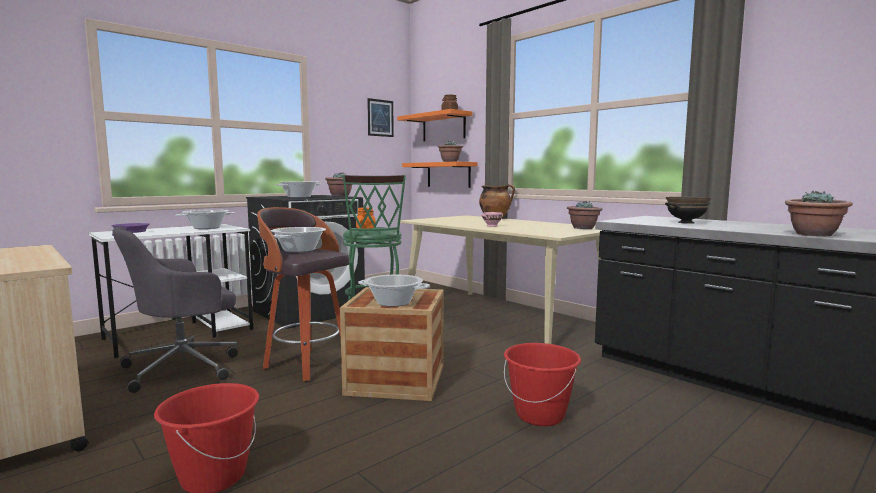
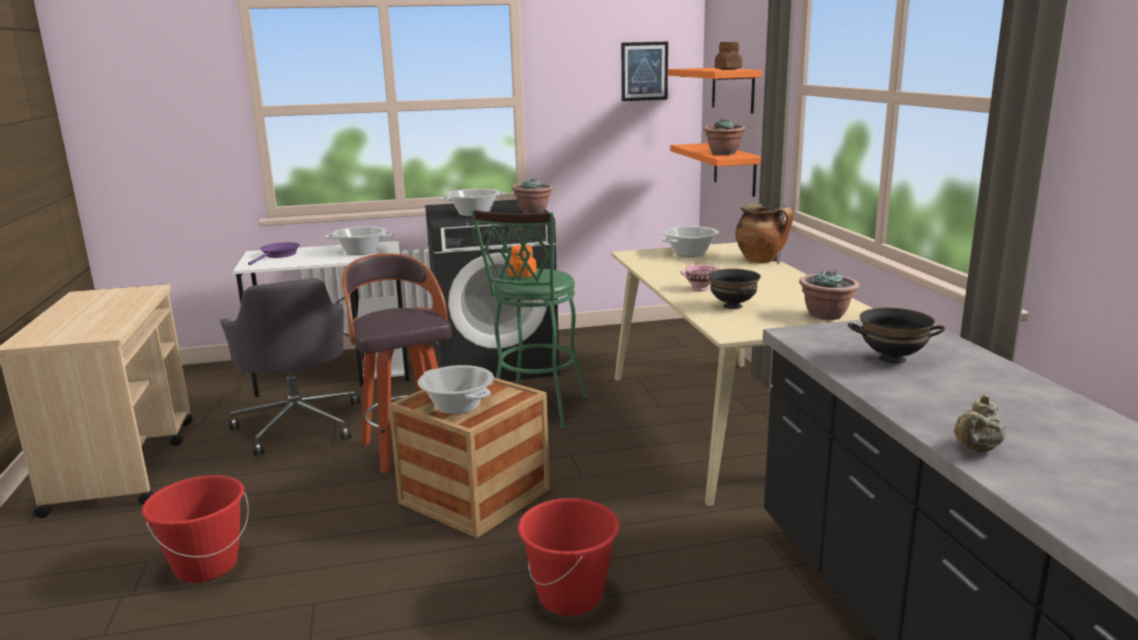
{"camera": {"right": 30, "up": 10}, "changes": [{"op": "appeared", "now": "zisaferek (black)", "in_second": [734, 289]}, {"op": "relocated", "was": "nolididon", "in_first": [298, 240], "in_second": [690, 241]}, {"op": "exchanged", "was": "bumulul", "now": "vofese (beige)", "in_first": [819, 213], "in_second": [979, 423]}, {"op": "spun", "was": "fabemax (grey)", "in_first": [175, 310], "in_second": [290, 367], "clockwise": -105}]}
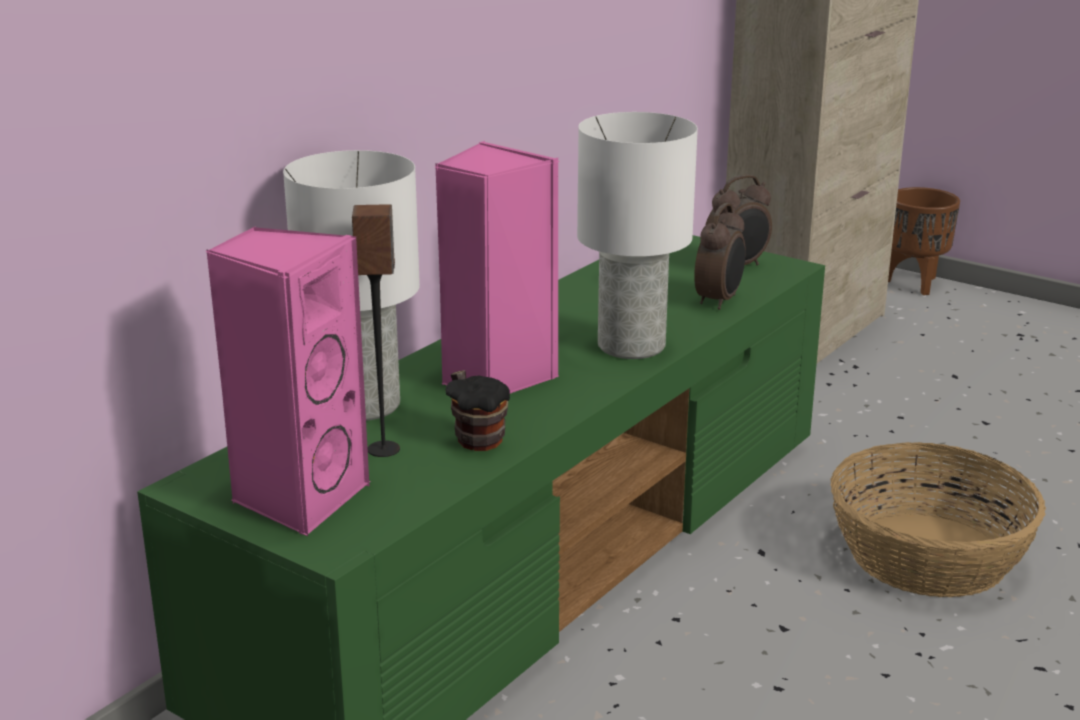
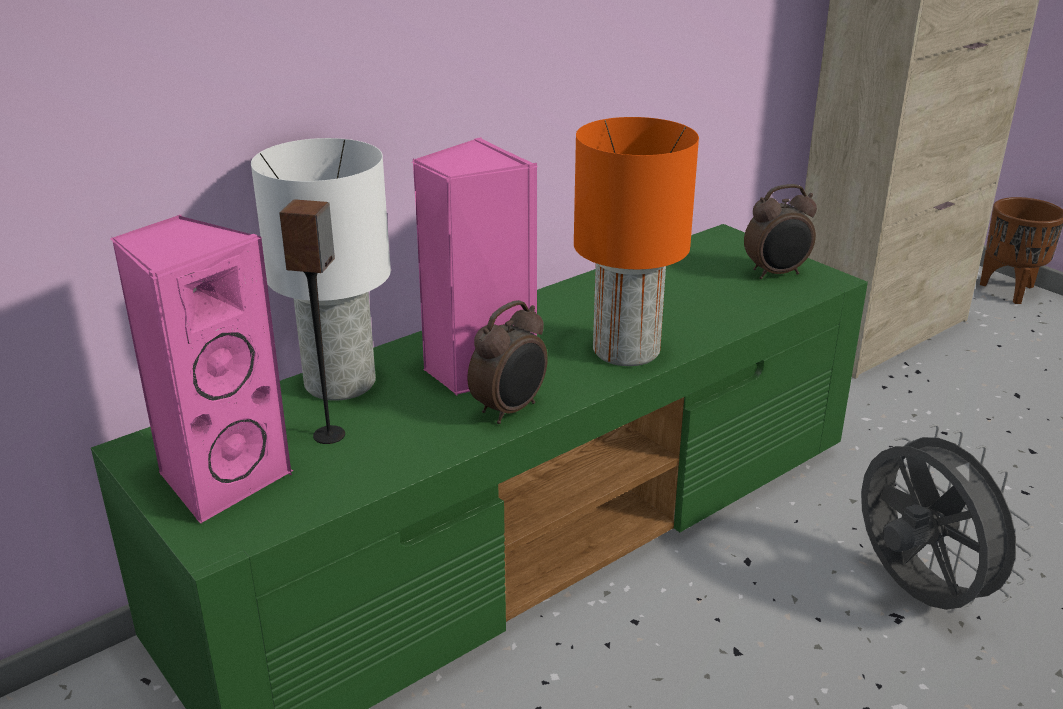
{"camera": {"right": 15, "up": 5}, "changes": [{"op": "missing", "was": "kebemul", "in_first": [477, 410]}, {"op": "relocated", "was": "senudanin", "in_first": [720, 256], "in_second": [507, 362]}, {"op": "exchanged", "was": "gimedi", "now": "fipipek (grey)", "in_first": [938, 519], "in_second": [946, 517]}, {"op": "colour", "was": "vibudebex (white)", "now": "vibudebex (orange)", "in_first": [637, 235], "in_second": [636, 241]}]}
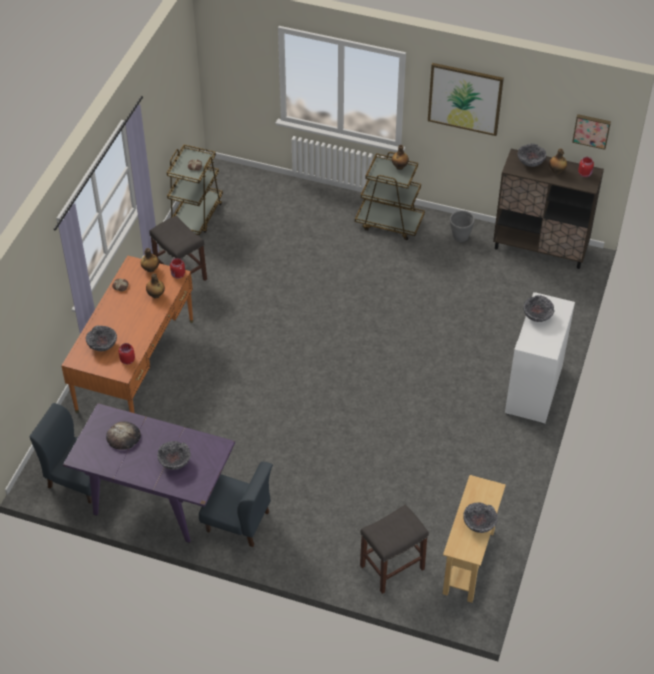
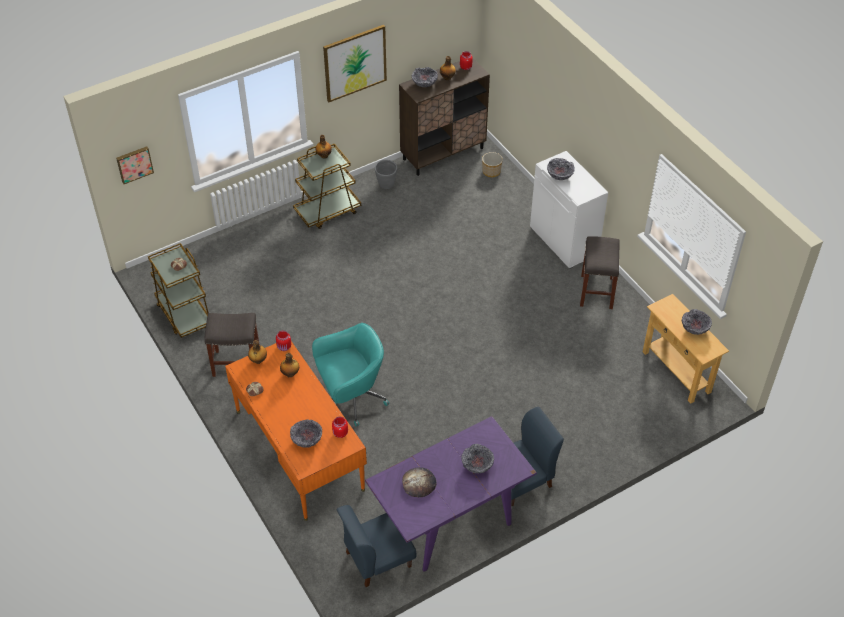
{"camera": {"right": -50, "up": 0}, "changes": [{"op": "appeared", "now": "fabemax (turquoise)", "in_second": [350, 374]}, {"op": "appeared", "now": "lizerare", "in_second": [492, 164]}, {"op": "relocated", "was": "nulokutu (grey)", "in_first": [394, 549], "in_second": [600, 273]}, {"op": "relocated", "was": "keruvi", "in_first": [591, 132], "in_second": [135, 165]}]}
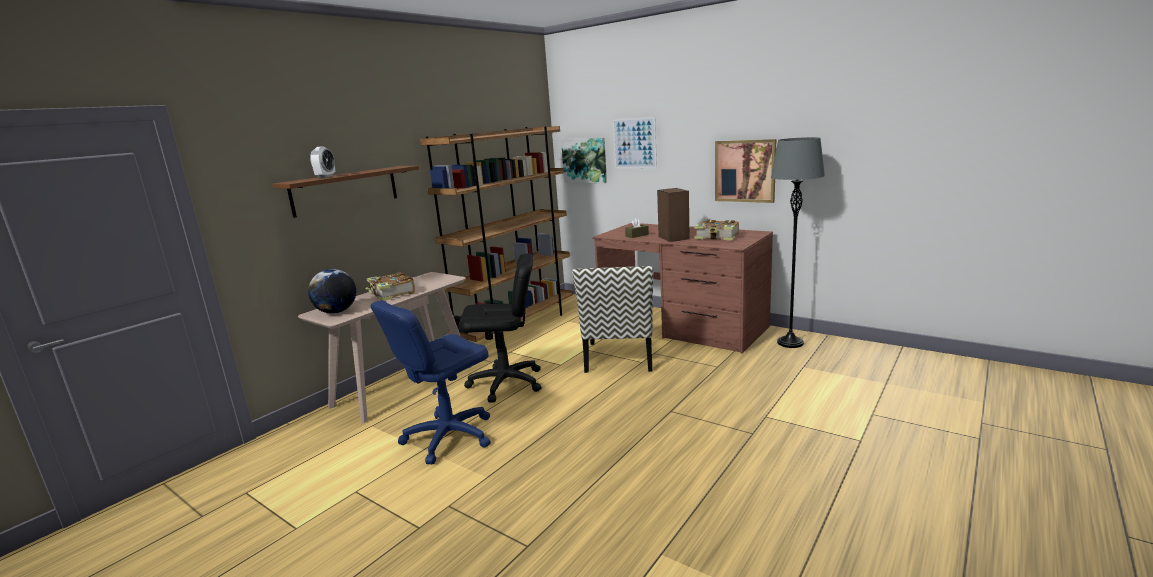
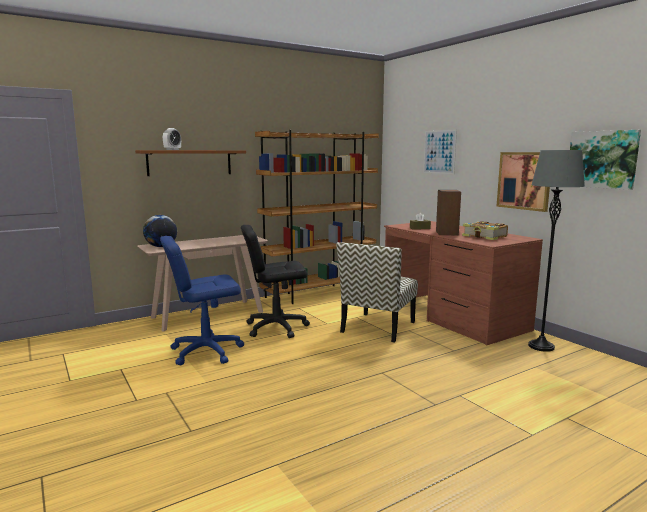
{"camera": {"right": 20, "up": -5}, "changes": [{"op": "missing", "was": "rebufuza", "in_first": [390, 286]}, {"op": "relocated", "was": "keruvi", "in_first": [584, 160], "in_second": [605, 160]}, {"op": "spun", "was": "fabemax (black)", "in_first": [500, 328], "in_second": [275, 281], "clockwise": 150}]}
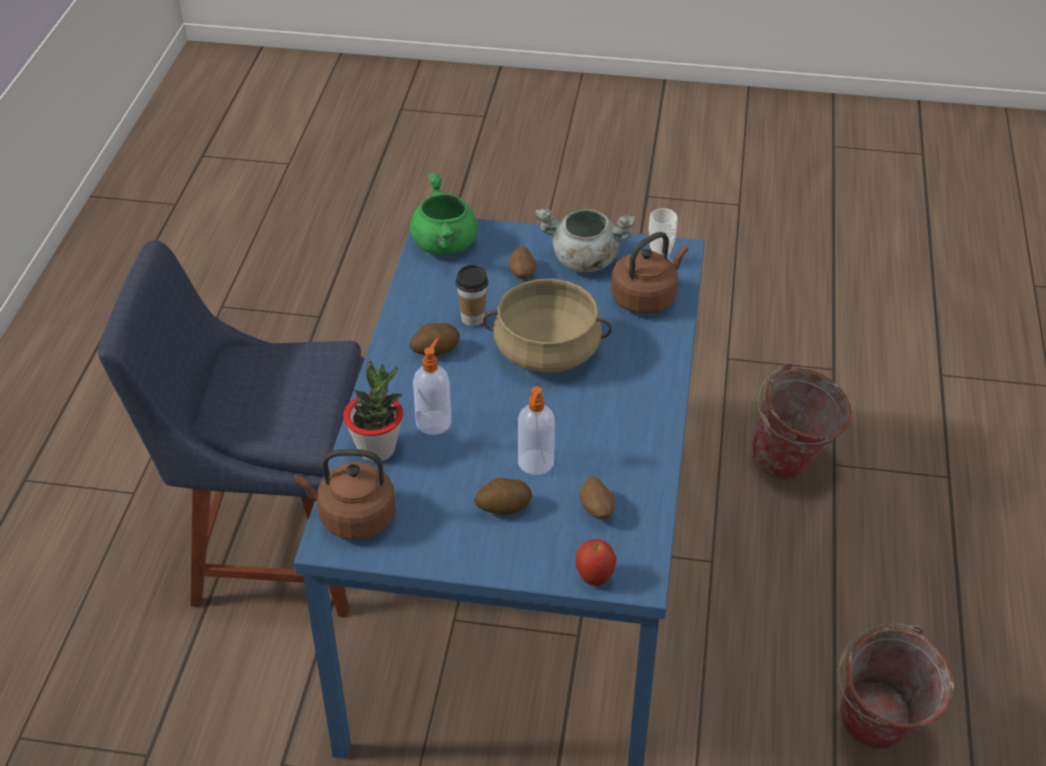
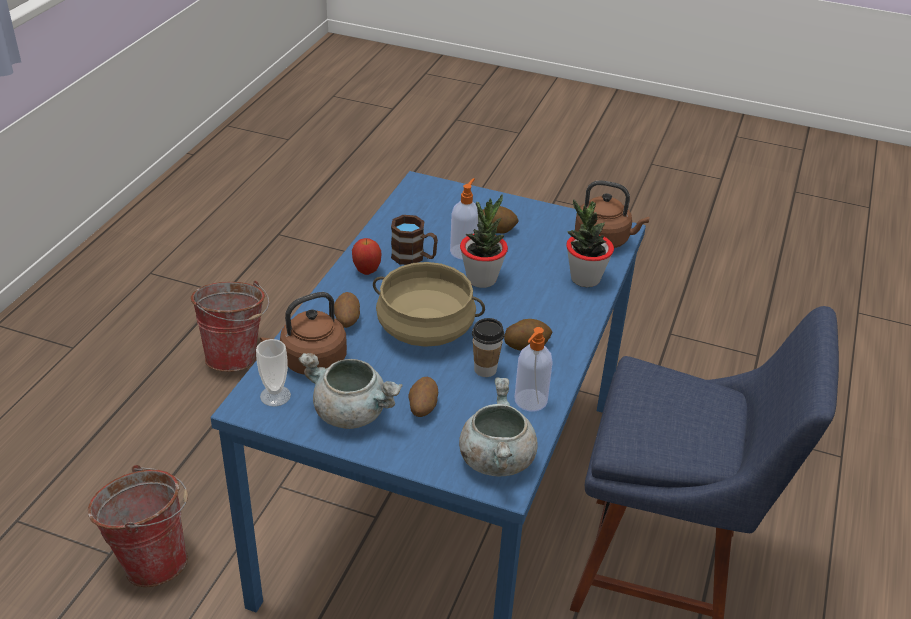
{"camera": {"right": -170, "up": -5}, "changes": [{"op": "appeared", "now": "kebemul (brown)", "in_second": [414, 240]}, {"op": "appeared", "now": "bumulul", "in_second": [484, 241]}, {"op": "relocated", "was": "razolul", "in_first": [432, 386], "in_second": [534, 369]}, {"op": "relocated", "was": "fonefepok", "in_first": [596, 562], "in_second": [366, 256]}, {"op": "relocated", "was": "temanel", "in_first": [597, 498], "in_second": [347, 310]}, {"op": "colour", "was": "nolididon (green)", "now": "nolididon (grey)", "in_first": [444, 214], "in_second": [498, 426]}]}
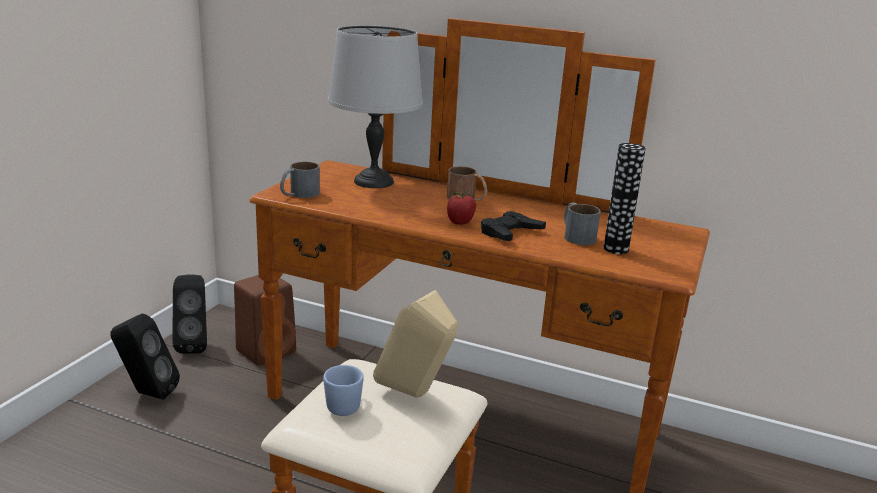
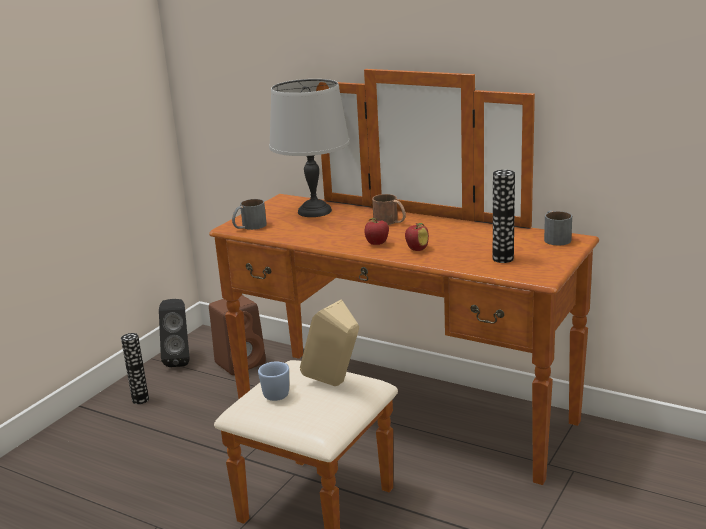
{"camera": {"right": 10, "up": 0}, "changes": [{"op": "relocated", "was": "kebemul (grey)", "in_first": [582, 223], "in_second": [558, 227]}, {"op": "exchanged", "was": "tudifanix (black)", "now": "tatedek", "in_first": [145, 356], "in_second": [135, 368]}, {"op": "exchanged", "was": "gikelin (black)", "now": "fonefepok", "in_first": [513, 226], "in_second": [417, 237]}]}
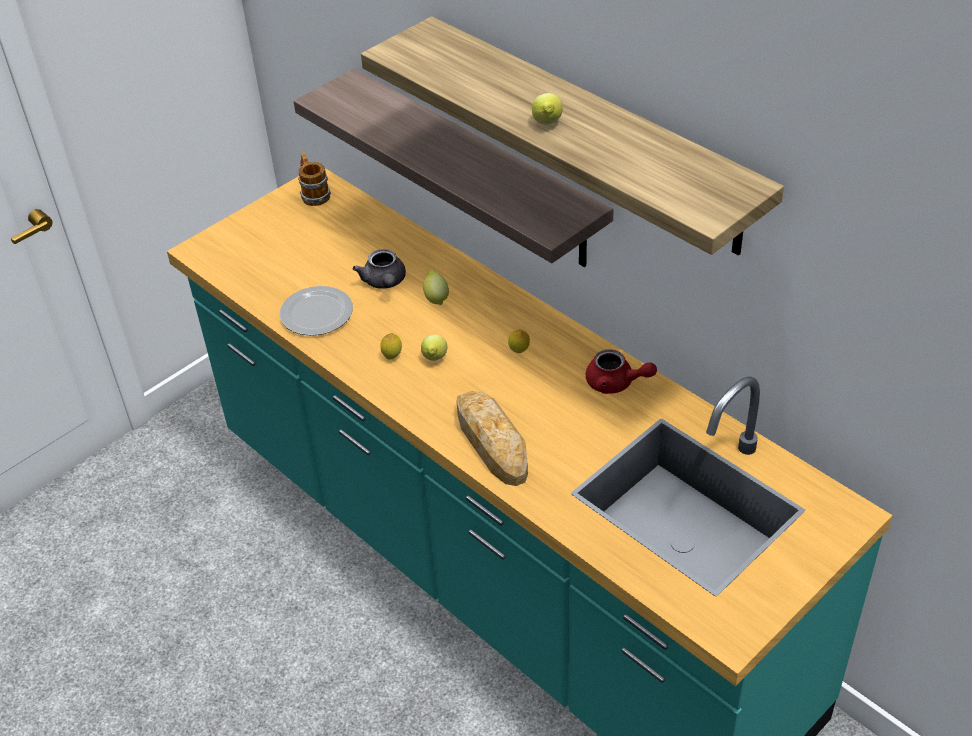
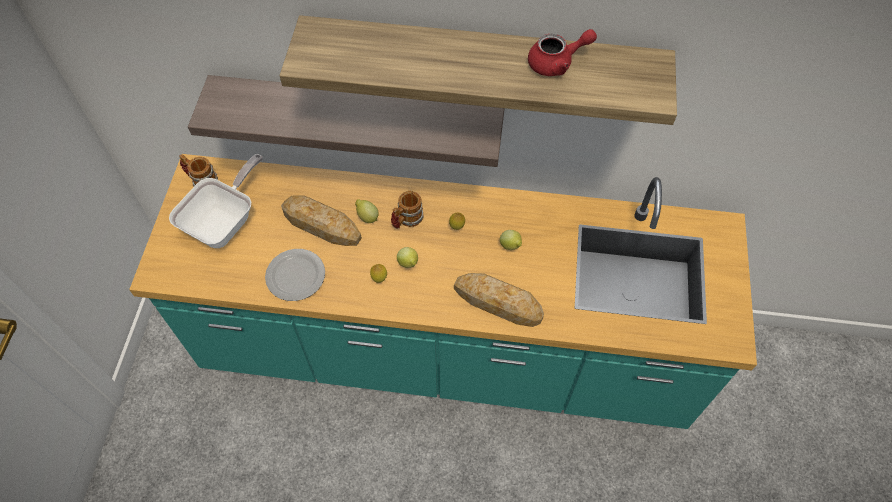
{"camera": {"right": -40, "up": 15}, "changes": [{"op": "appeared", "now": "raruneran", "in_second": [216, 201]}, {"op": "appeared", "now": "kebemul", "in_second": [407, 209]}, {"op": "relocated", "was": "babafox", "in_first": [547, 109], "in_second": [511, 240]}, {"op": "relocated", "was": "vofese (red)", "in_first": [621, 371], "in_second": [562, 52]}, {"op": "exchanged", "was": "vofese (grey)", "now": "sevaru", "in_first": [379, 269], "in_second": [321, 220]}]}
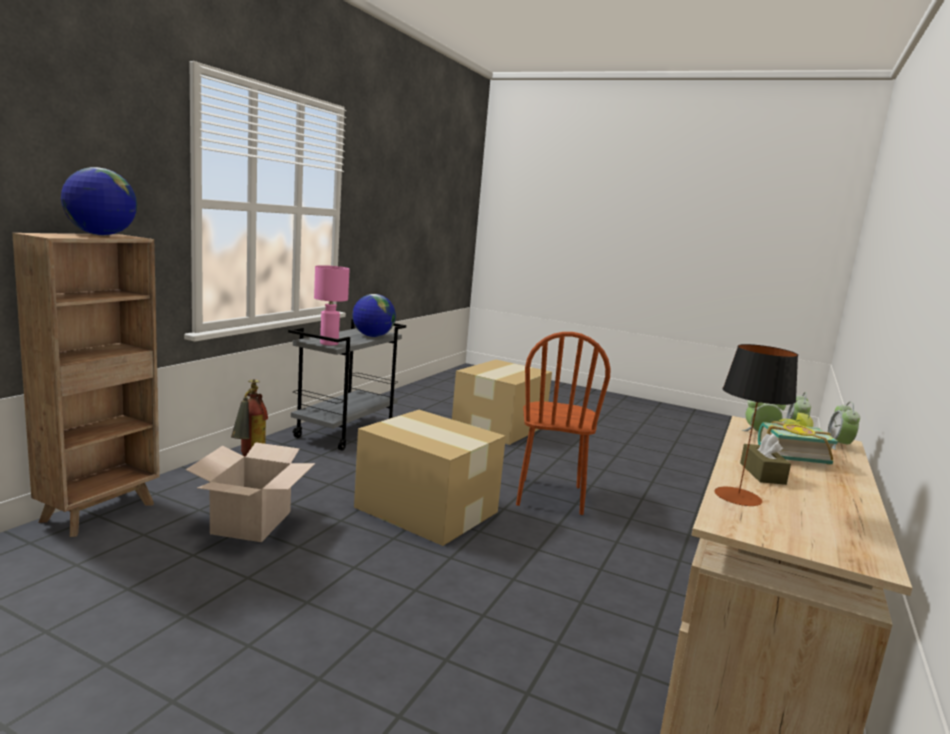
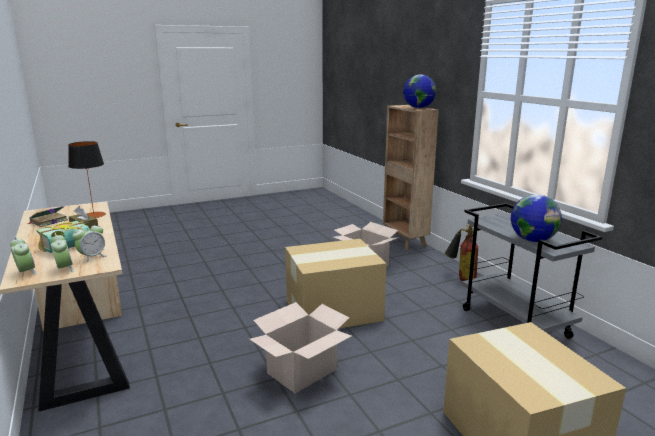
{"camera": {"right": 130, "up": 5}, "changes": [{"op": "missing", "was": "vibudebex (pink)", "in_first": [332, 305]}, {"op": "appeared", "now": "rebufuza", "in_second": [47, 216]}, {"op": "exchanged", "was": "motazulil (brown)", "now": "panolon", "in_first": [563, 423], "in_second": [300, 347]}]}
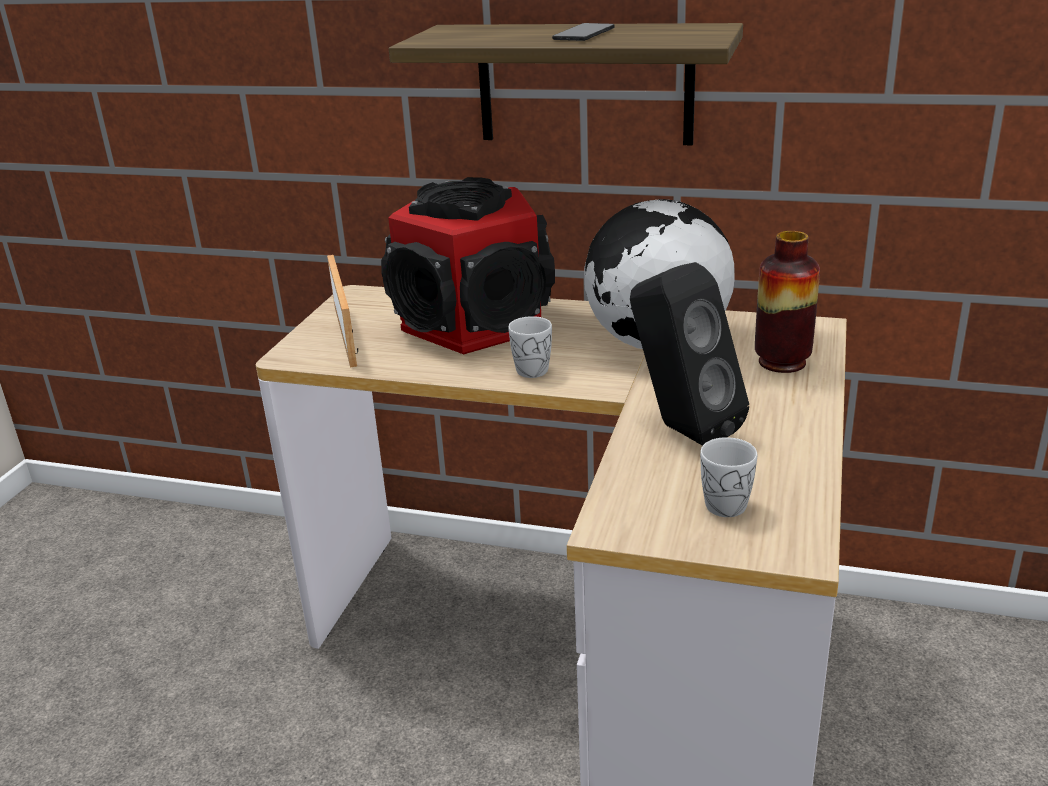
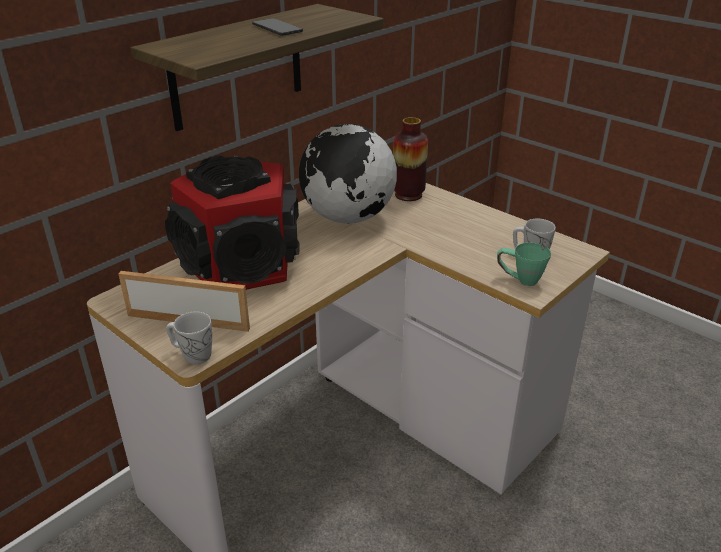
{"camera": {"right": -65, "up": 5}, "changes": [{"op": "missing", "was": "tudifanix (black)", "in_first": [689, 354]}, {"op": "appeared", "now": "kebemul (green)", "in_second": [524, 264]}, {"op": "relocated", "was": "kebemul (white)", "in_first": [530, 347], "in_second": [189, 337]}]}
